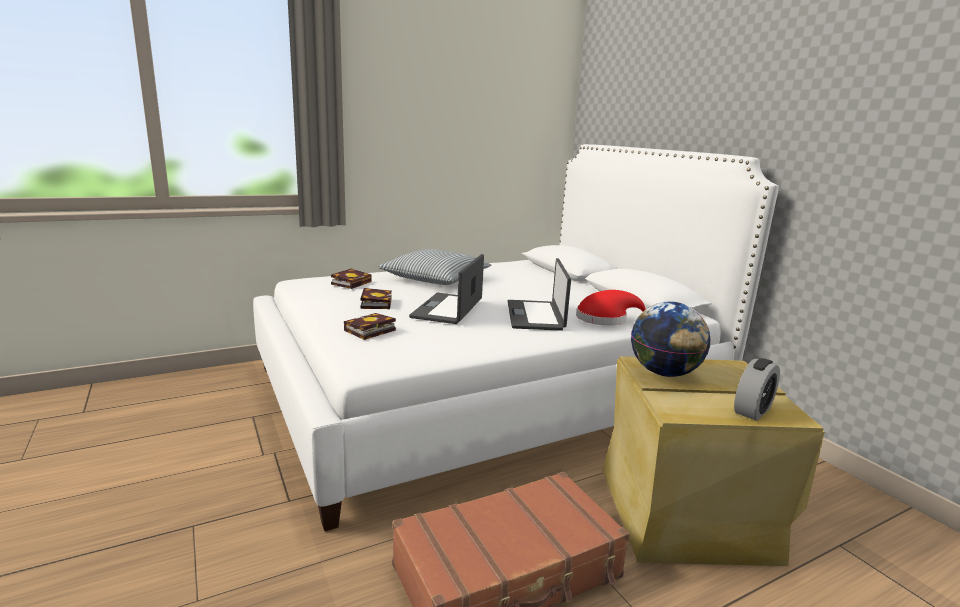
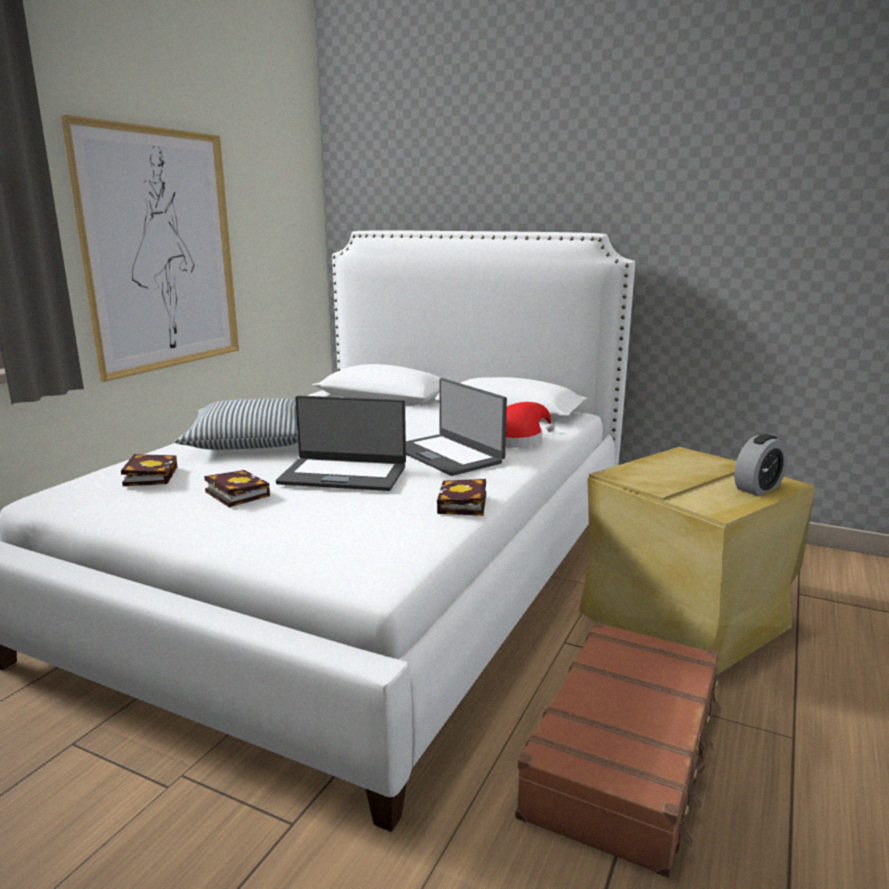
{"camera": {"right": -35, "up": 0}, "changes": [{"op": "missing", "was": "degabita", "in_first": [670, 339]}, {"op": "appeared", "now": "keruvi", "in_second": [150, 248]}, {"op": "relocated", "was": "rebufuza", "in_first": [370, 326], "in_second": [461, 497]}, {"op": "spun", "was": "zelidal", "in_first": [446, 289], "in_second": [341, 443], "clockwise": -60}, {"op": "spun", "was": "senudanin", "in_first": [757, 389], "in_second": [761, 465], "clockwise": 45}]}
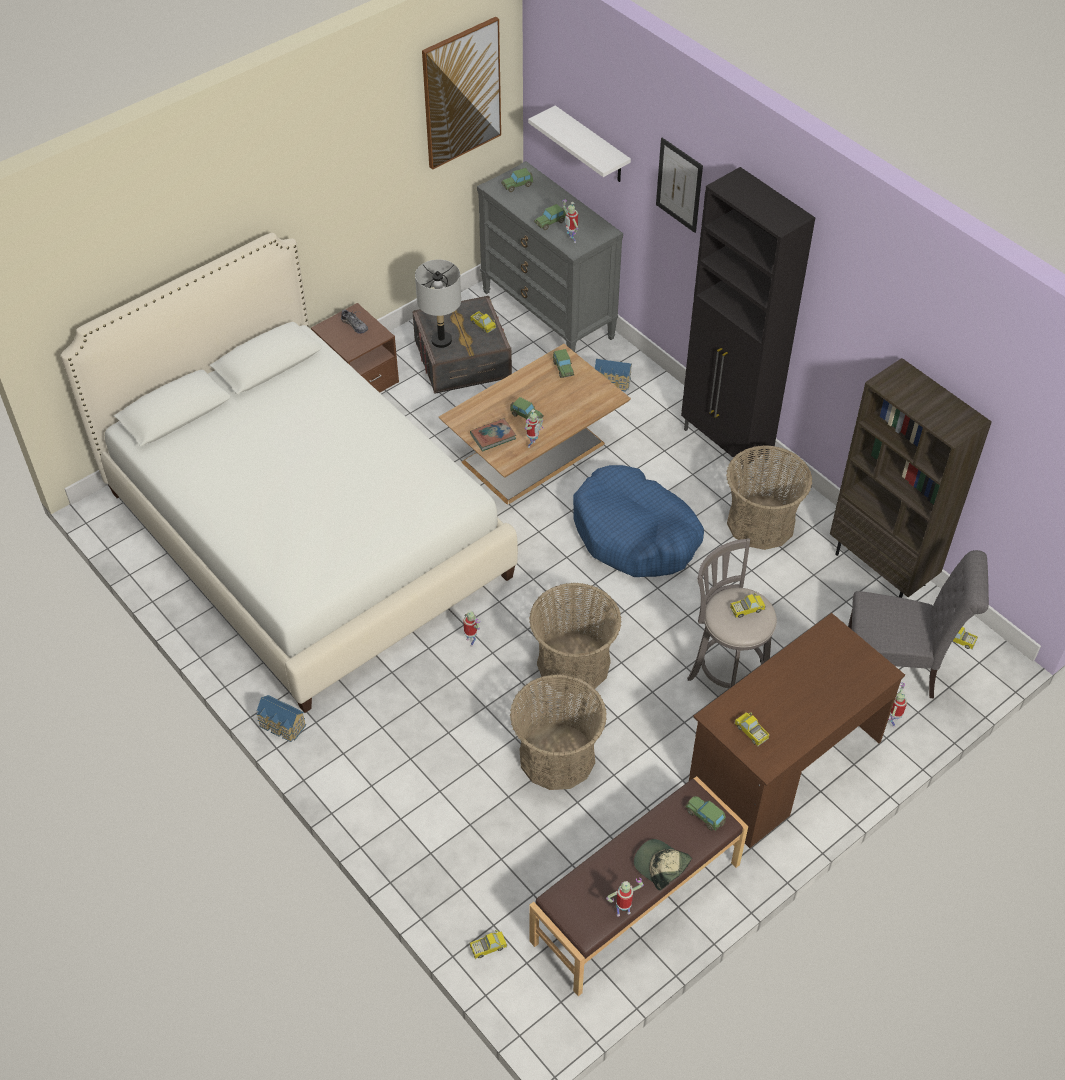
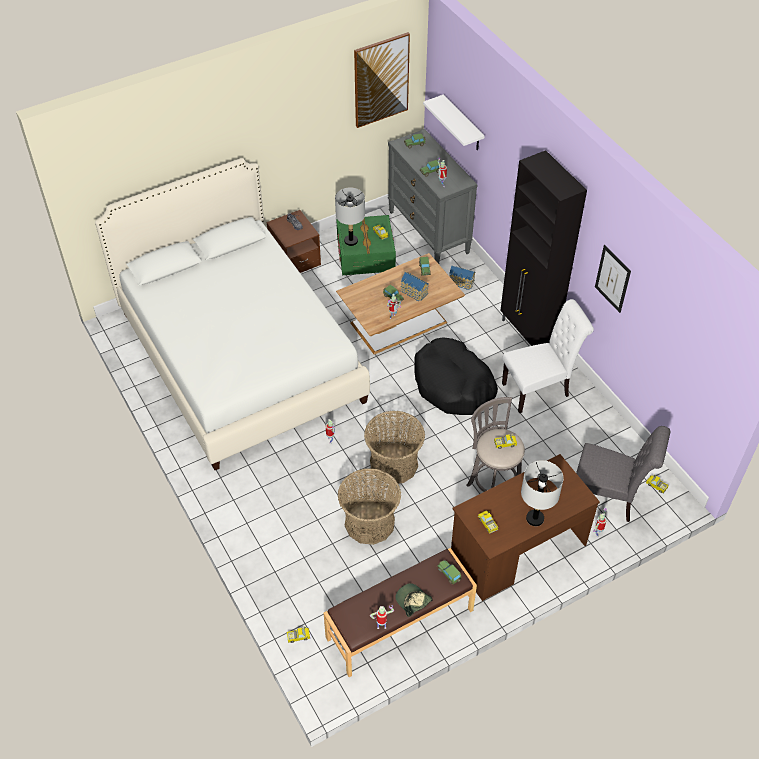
{"camera": {"right": 10, "up": 0}, "changes": [{"op": "missing", "was": "rebufuza", "in_first": [493, 434]}, {"op": "missing", "was": "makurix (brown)", "in_first": [911, 478]}, {"op": "appeared", "now": "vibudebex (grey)", "in_second": [542, 493]}, {"op": "relocated", "was": "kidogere", "in_first": [281, 718], "in_second": [414, 286]}, {"op": "relocated", "was": "keruvi", "in_first": [679, 185], "in_second": [613, 279]}, {"op": "exchanged", "was": "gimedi", "now": "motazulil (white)", "in_first": [769, 497], "in_second": [548, 356]}, {"op": "colour", "was": "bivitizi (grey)", "now": "bivitizi (green)", "in_first": [462, 345], "in_second": [366, 245]}, {"op": "colour", "was": "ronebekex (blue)", "now": "ronebekex (black)", "in_first": [638, 521], "in_second": [456, 376]}]}
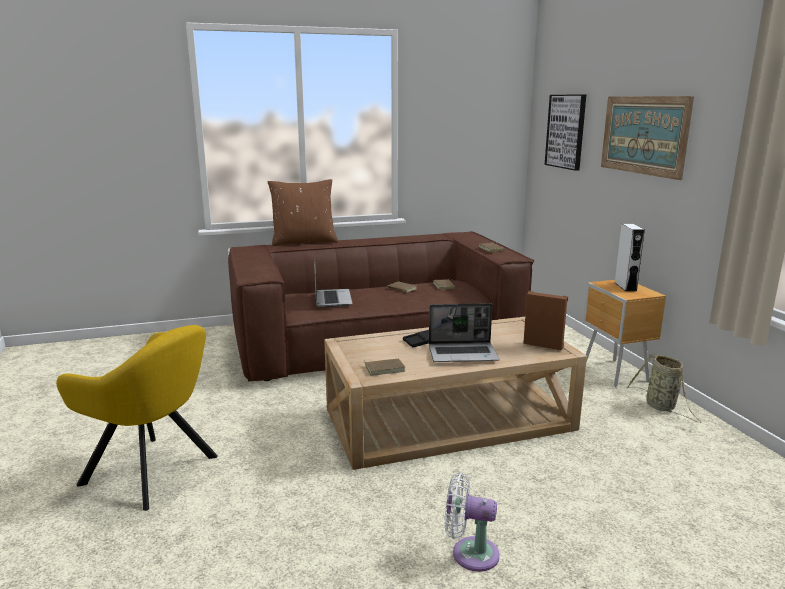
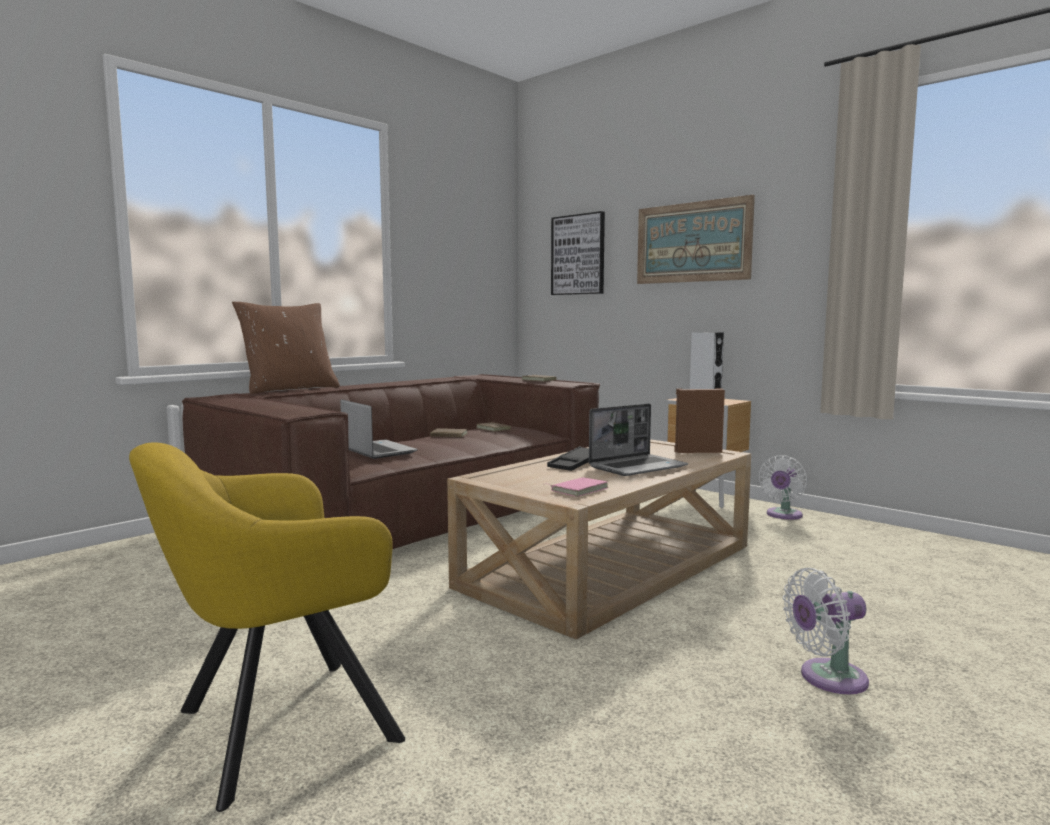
{"camera": {"right": -30, "up": -10}, "changes": [{"op": "exchanged", "was": "gimedi", "now": "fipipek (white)", "in_first": [664, 388], "in_second": [783, 487]}, {"op": "colour", "was": "rebufuza (brown)", "now": "rebufuza (pink)", "in_first": [384, 367], "in_second": [575, 487]}, {"op": "spun", "was": "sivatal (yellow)", "in_first": [137, 418], "in_second": [267, 627], "clockwise": 150}]}
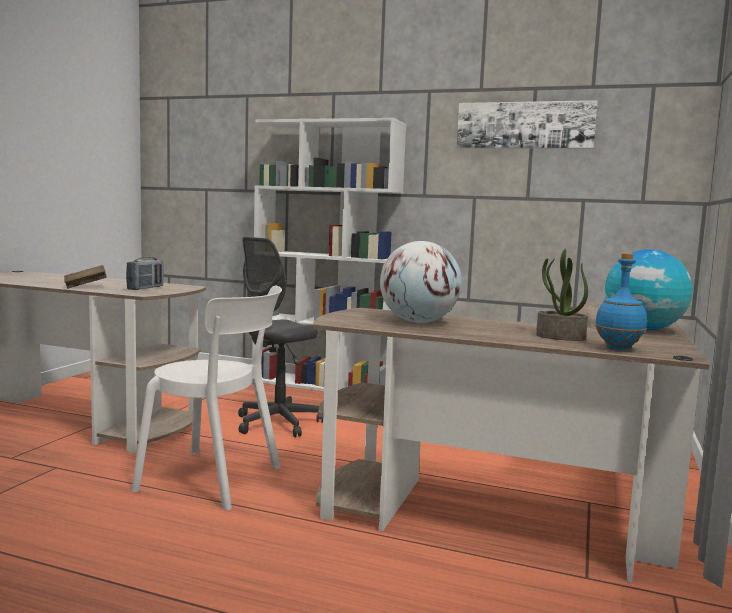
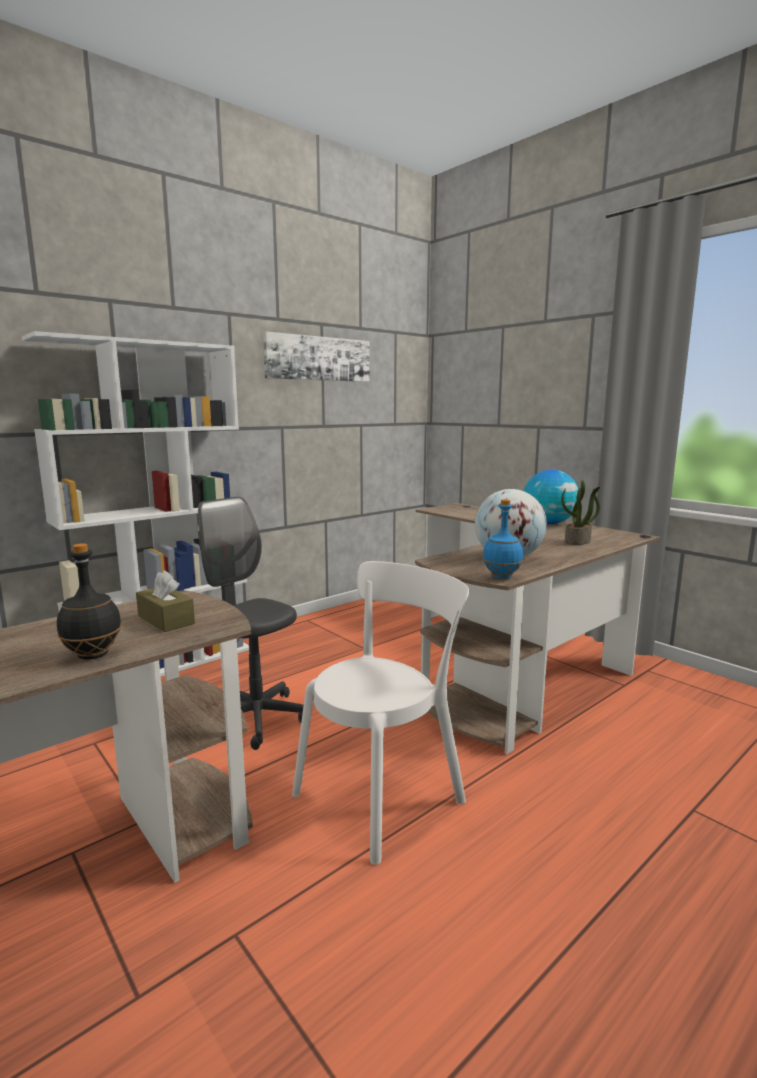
{"camera": {"right": -60, "up": 5}, "changes": [{"op": "relocated", "was": "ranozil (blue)", "in_first": [621, 301], "in_second": [503, 539]}, {"op": "exchanged", "was": "rebufuza (brown)", "now": "ranozil (black)", "in_first": [85, 277], "in_second": [89, 601]}, {"op": "exchanged", "was": "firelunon", "now": "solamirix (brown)", "in_first": [145, 273], "in_second": [165, 601]}, {"op": "spun", "was": "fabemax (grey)", "in_first": [280, 337], "in_second": [251, 623], "clockwise": 150}]}
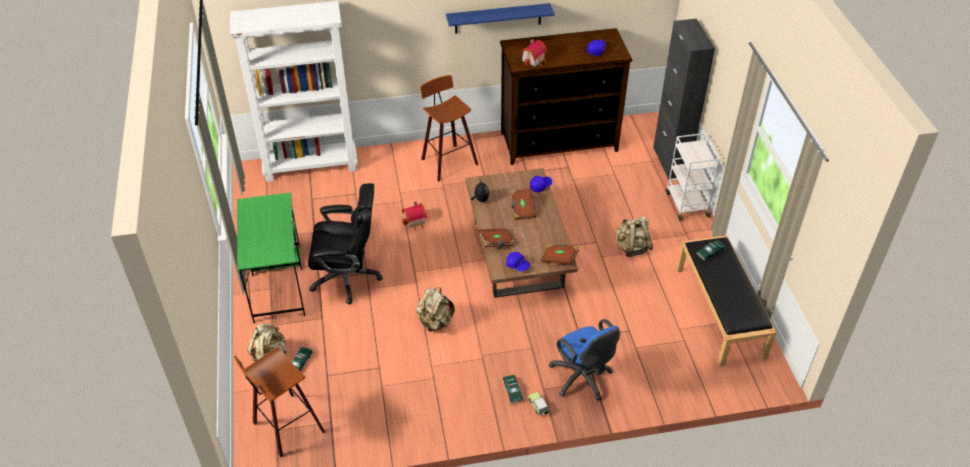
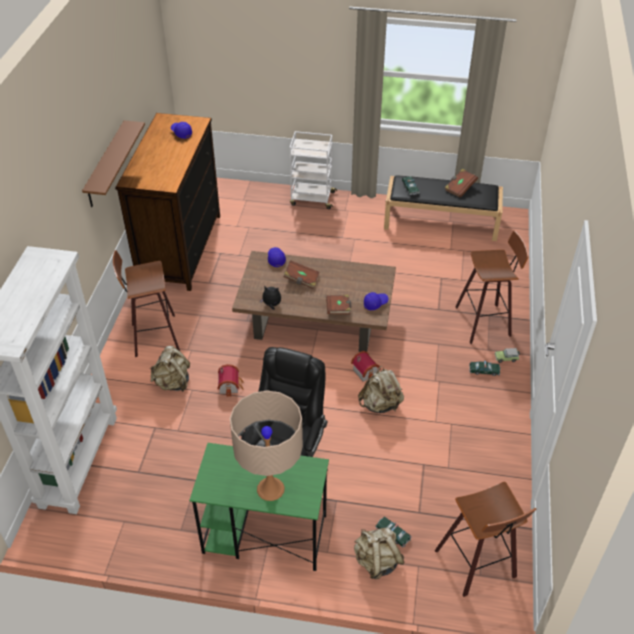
{"camera": {"right": -70, "up": 0}, "changes": [{"op": "missing", "was": "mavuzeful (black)", "in_first": [684, 99]}, {"op": "appeared", "now": "vibudebex (beige)", "in_second": [266, 445]}, {"op": "relocated", "was": "kidogere", "in_first": [533, 53], "in_second": [366, 366]}, {"op": "relocated", "was": "rebufuza (brown)", "in_first": [560, 254], "in_second": [461, 183]}, {"op": "relocated", "was": "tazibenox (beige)", "in_first": [634, 236], "in_second": [170, 369]}, {"op": "exchanged", "was": "fabemax (blue)", "now": "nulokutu", "in_first": [584, 359], "in_second": [492, 287]}, {"op": "colour", "was": "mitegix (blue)", "now": "mitegix (brown)", "in_first": [500, 18], "in_second": [113, 163]}]}
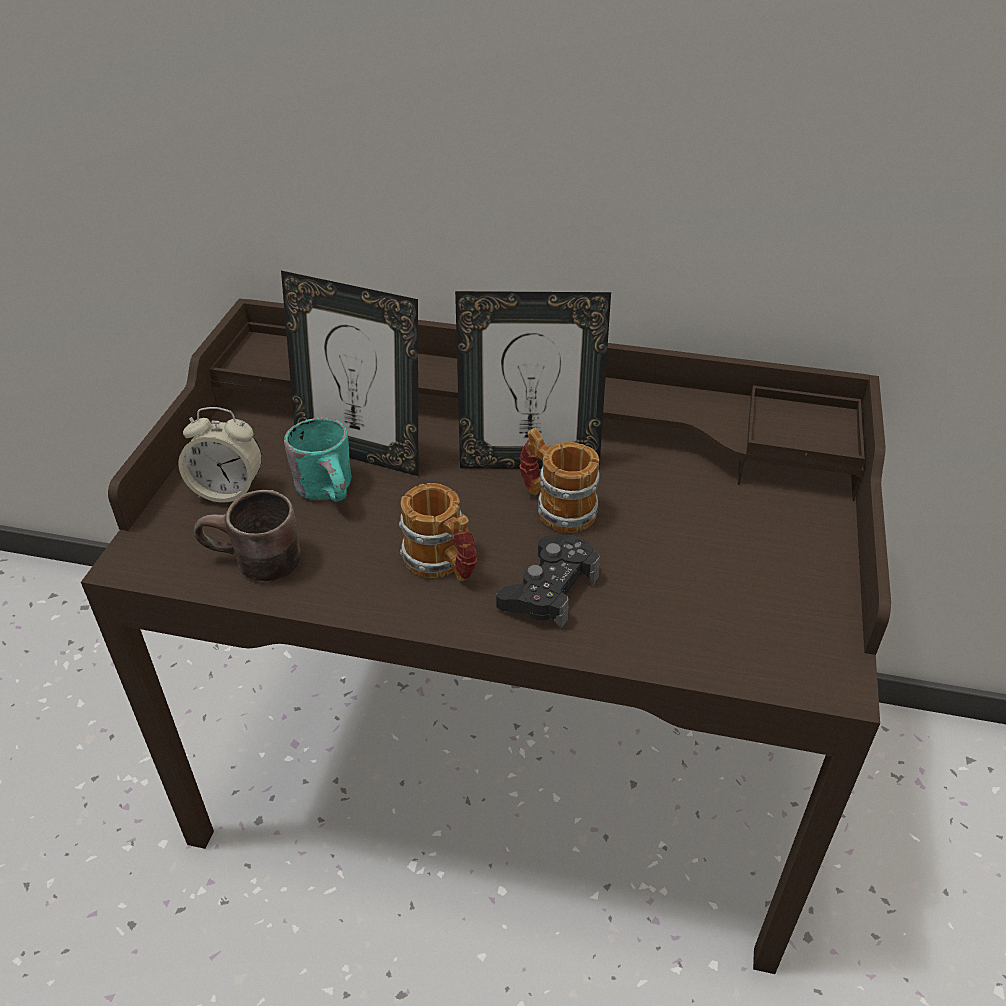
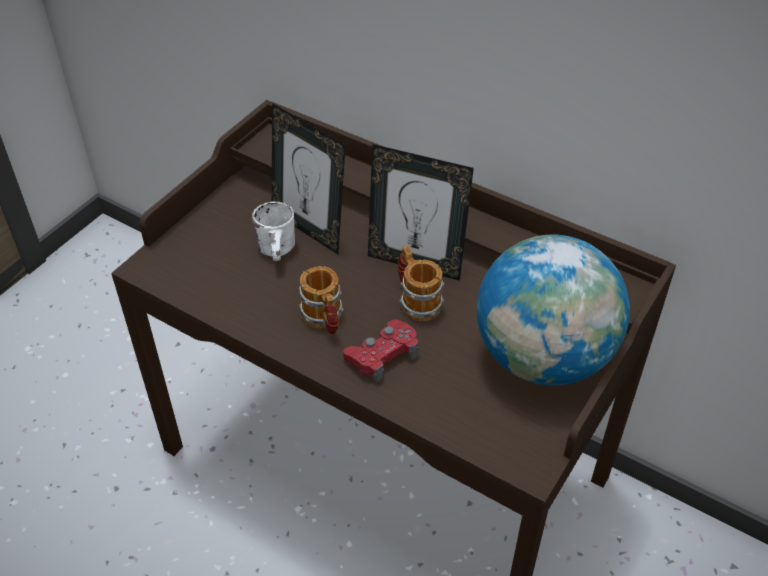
{"camera": {"right": 20, "up": 5}, "changes": [{"op": "missing", "was": "senudanin", "in_first": [220, 454]}, {"op": "missing", "was": "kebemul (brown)", "in_first": [247, 535]}, {"op": "appeared", "now": "degabita", "in_second": [553, 309]}, {"op": "colour", "was": "kebemul (turquoise)", "now": "kebemul (white)", "in_first": [317, 460], "in_second": [273, 231]}, {"op": "colour", "was": "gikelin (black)", "now": "gikelin (red)", "in_first": [548, 581], "in_second": [380, 351]}]}
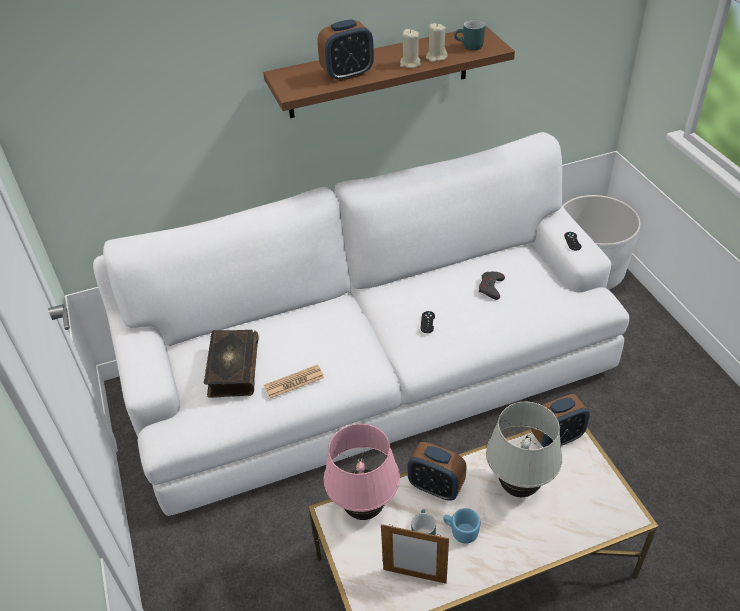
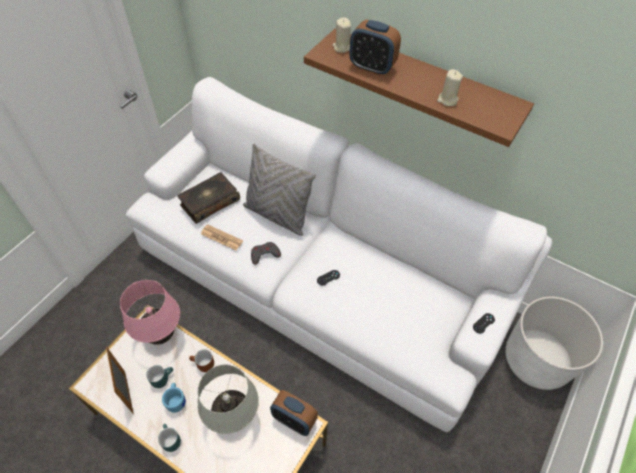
{"camera": {"right": 50, "up": 10}, "changes": [{"op": "appeared", "now": "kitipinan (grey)", "in_second": [279, 189]}, {"op": "relocated", "was": "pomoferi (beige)", "in_first": [410, 48], "in_second": [342, 35]}, {"op": "relocated", "was": "kebemul (turquoise)", "in_first": [469, 35], "in_second": [169, 438]}, {"op": "relocated", "was": "gikelin (grey)", "in_first": [492, 286], "in_second": [266, 253]}, {"op": "exchanged", "was": "senudanin", "now": "kebemul (brown)", "in_first": [437, 471], "in_second": [201, 360]}]}
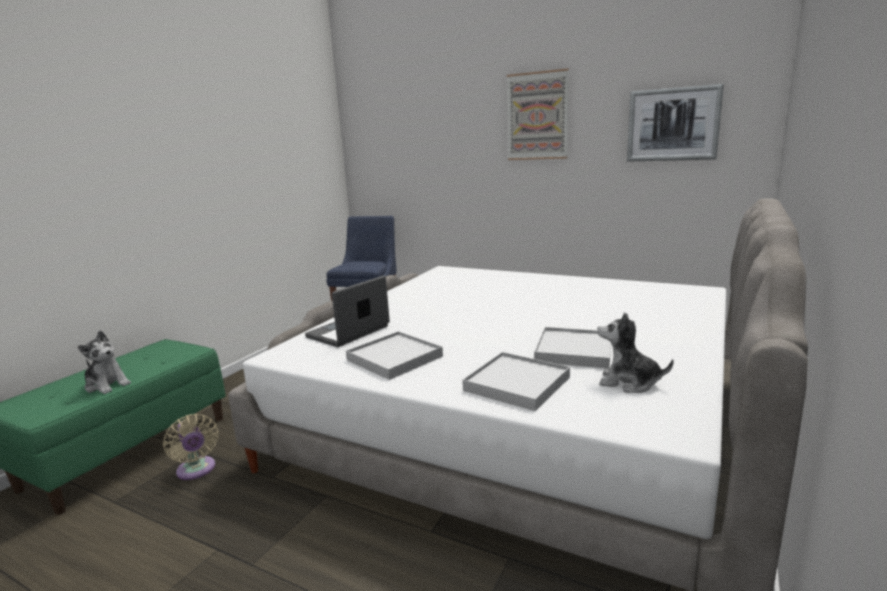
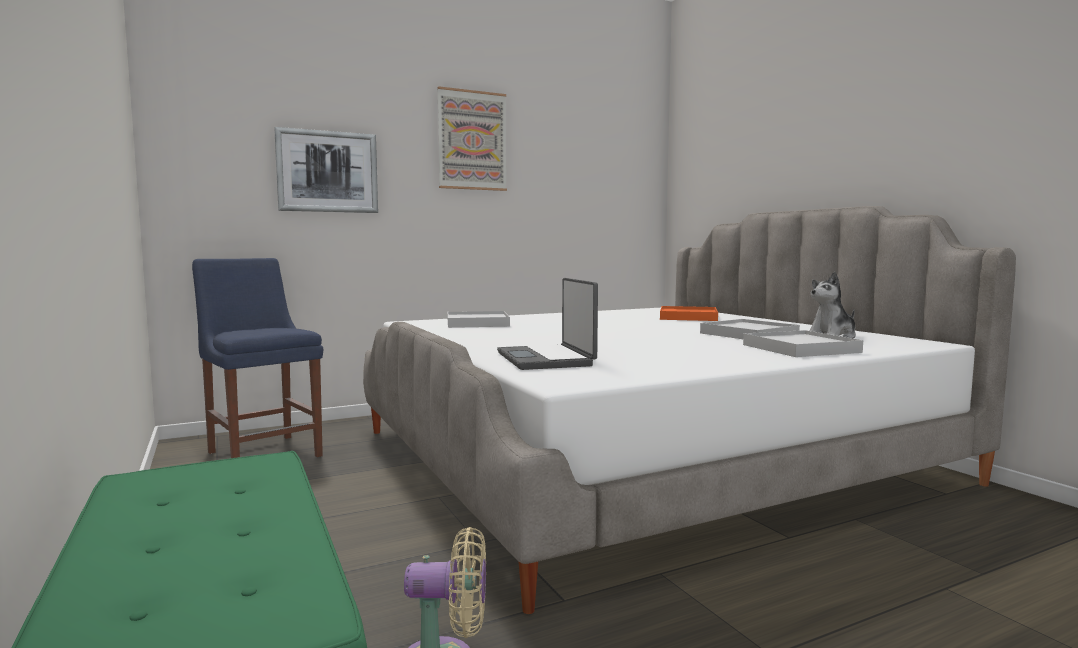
{"camera": {"right": -55, "up": -10}, "changes": [{"op": "missing", "was": "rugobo", "in_first": [104, 362]}, {"op": "appeared", "now": "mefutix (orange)", "in_second": [689, 313]}, {"op": "relocated", "was": "mefutix (white)", "in_first": [394, 355], "in_second": [478, 319]}, {"op": "relocated", "was": "keruvi", "in_first": [675, 122], "in_second": [326, 170]}]}
